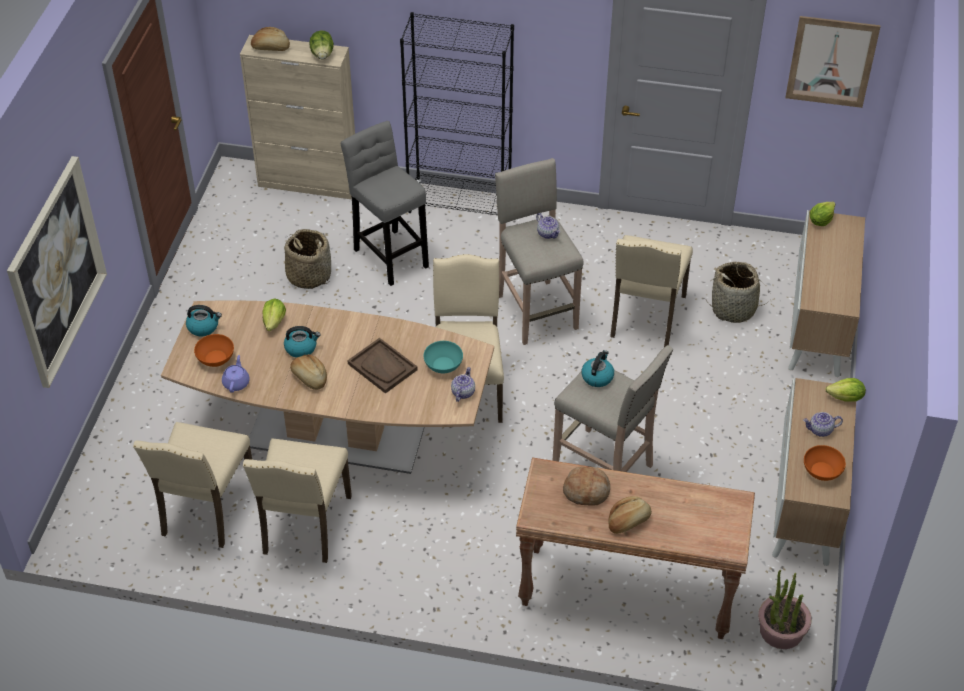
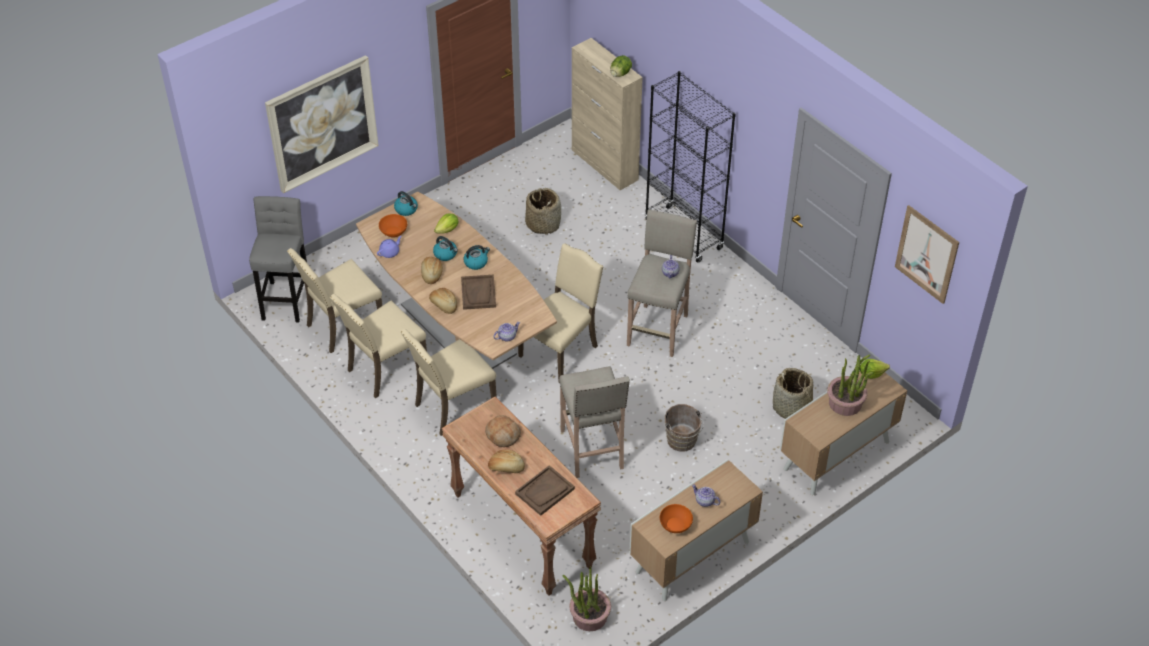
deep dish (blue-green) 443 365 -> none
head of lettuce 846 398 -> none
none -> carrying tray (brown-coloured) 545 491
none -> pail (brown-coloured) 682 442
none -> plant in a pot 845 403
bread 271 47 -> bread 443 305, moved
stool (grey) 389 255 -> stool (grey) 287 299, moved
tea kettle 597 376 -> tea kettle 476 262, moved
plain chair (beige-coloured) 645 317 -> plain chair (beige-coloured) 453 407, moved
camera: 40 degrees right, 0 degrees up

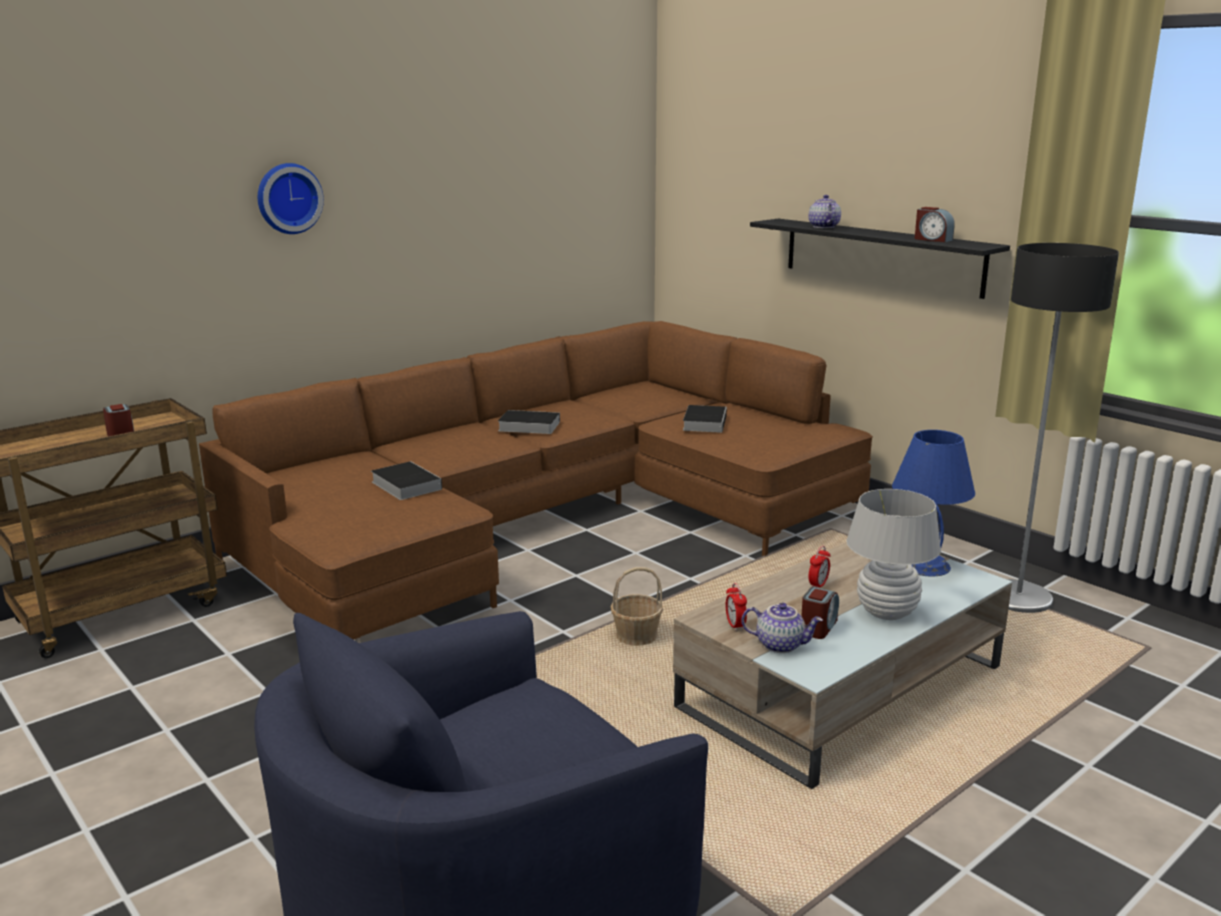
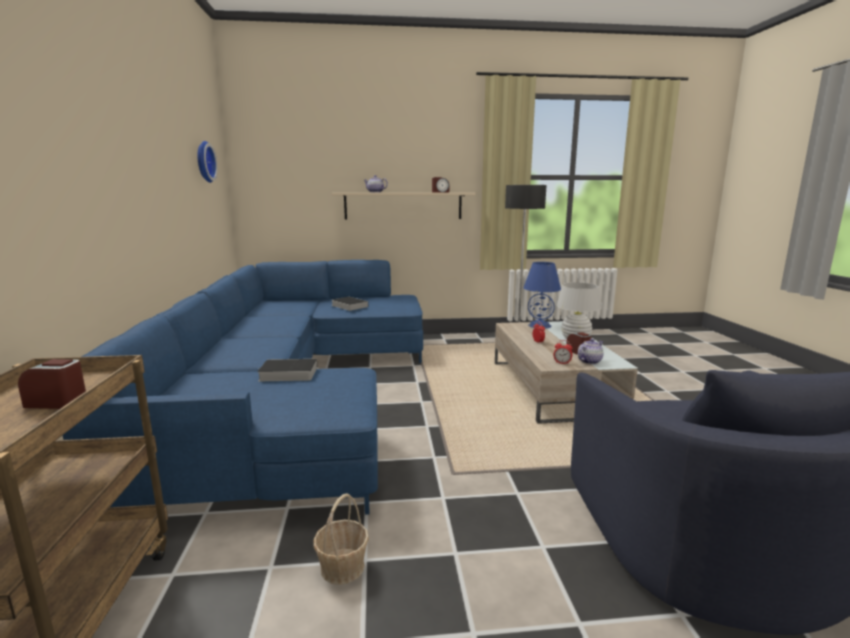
bound book 527 426 -> none
hanging clock 288 198 -> hanging clock 203 162, moved
storage basket 636 636 -> storage basket 342 567, moved
settee (brown-coloured) 548 522 -> settee (bluish) 293 391
shelf (black) 881 256 -> shelf (beige-coloured) 403 206
camera: 55 degrees left, 5 degrees down

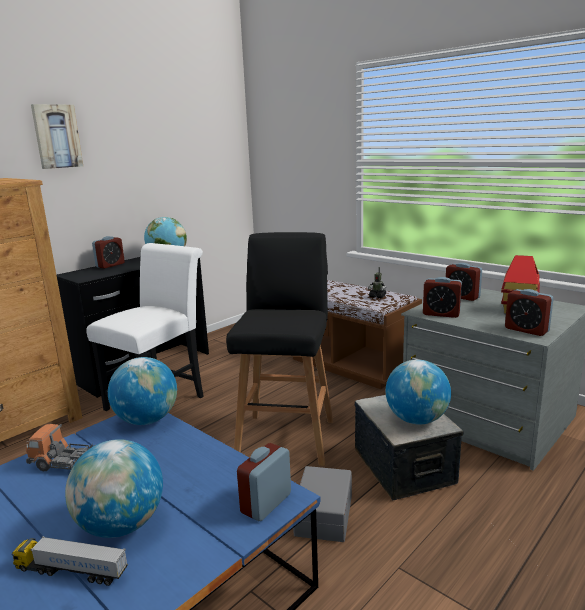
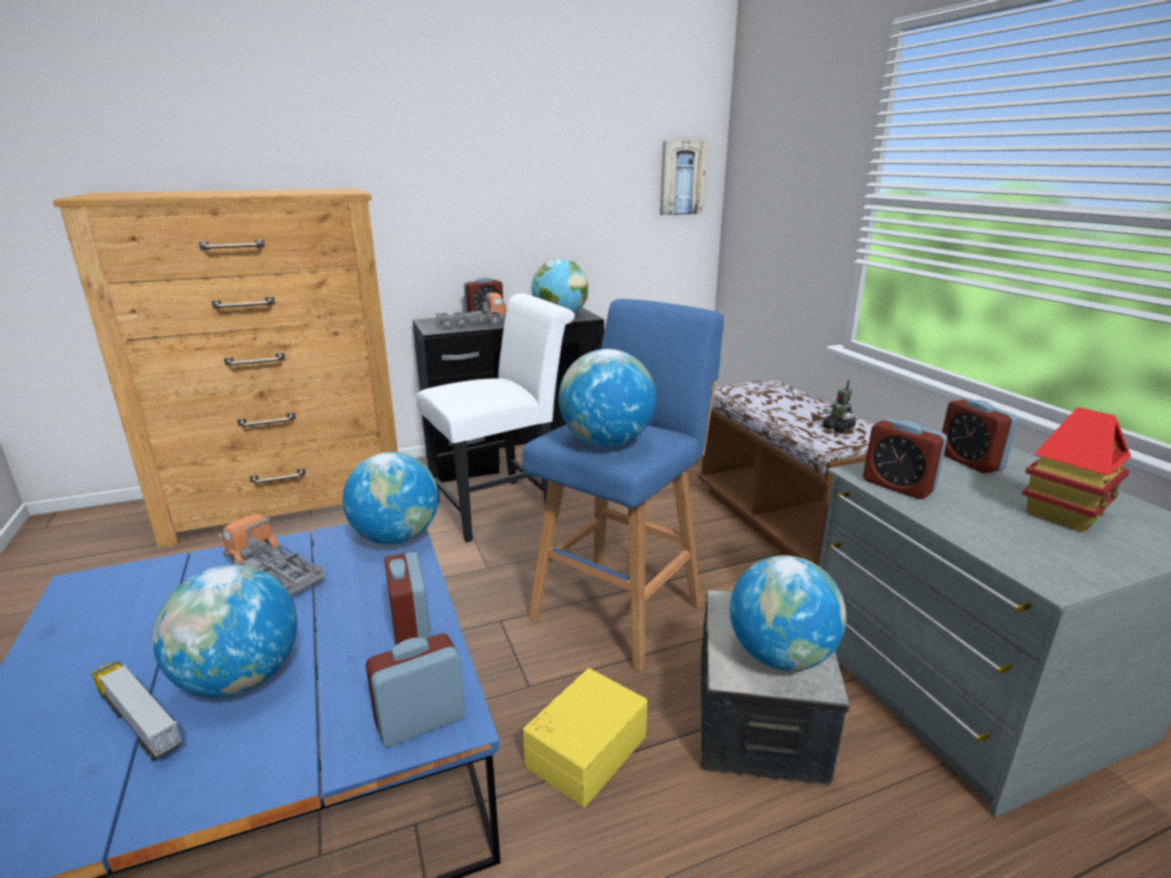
none -> model truck 472 324
none -> globe 606 443
wall art 56 136 -> wall art 681 178, moved
bedside clock 526 330 -> bedside clock 410 628, moved
stool (black) 287 436 -> stool (bluish) 619 608
storage bin (grey) 322 514 -> storage bin (yellow-coloured) 584 749
camera: 25 degrees right, 5 degrees up

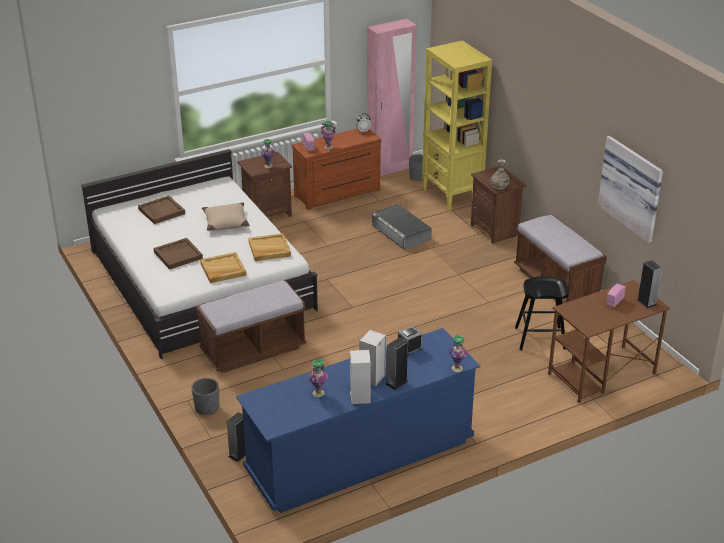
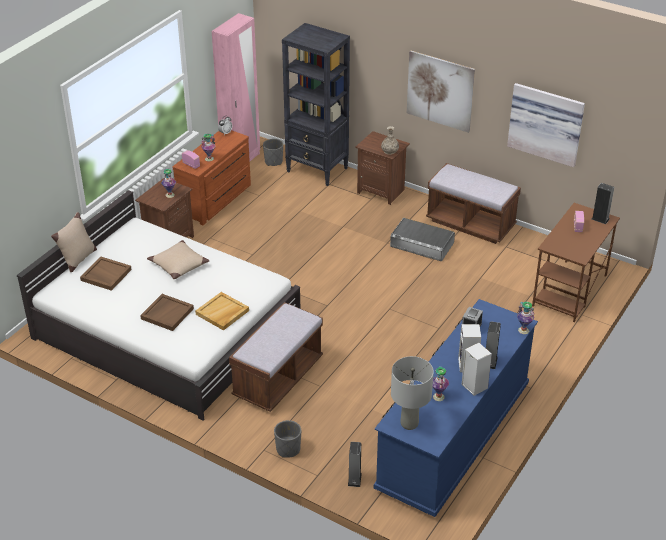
carrying tray (beige-coloured) 269 249 -> none
stool (black) 539 338 -> none
none -> throw pillow (beige-coloured) 78 259
none -> tabletop lamp (grey) 409 423
none -> wall art 440 91
storage bin (grey) 401 232 -> storage bin (grey) 422 244, moved
bookcase (yellow-coloured) 452 195 -> bookcase (black) 317 170
camera: 30 degrees left, 5 degrees up

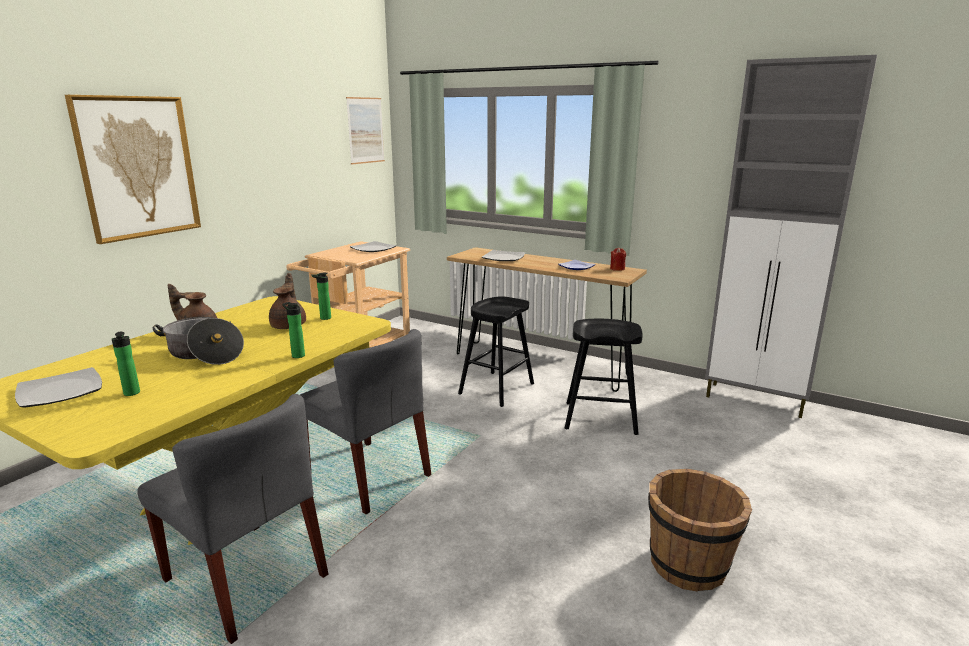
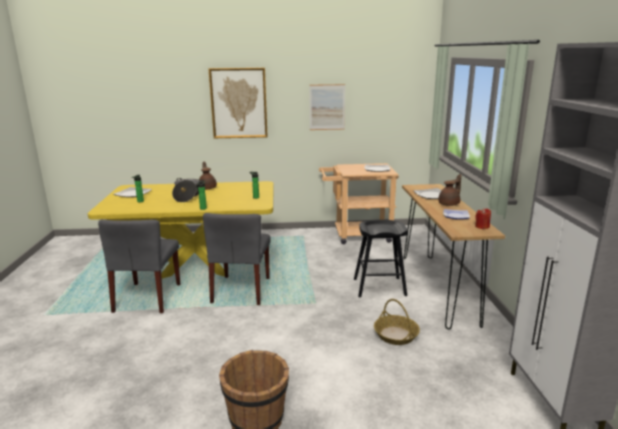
tea pot (brown-coloured) 289 325 -> tea pot (brown-coloured) 449 204, moved
wall art 365 130 -> wall art 327 107, moved
stool (black) 600 418 -> storage basket 396 335
camera: 55 degrees right, 0 degrees up

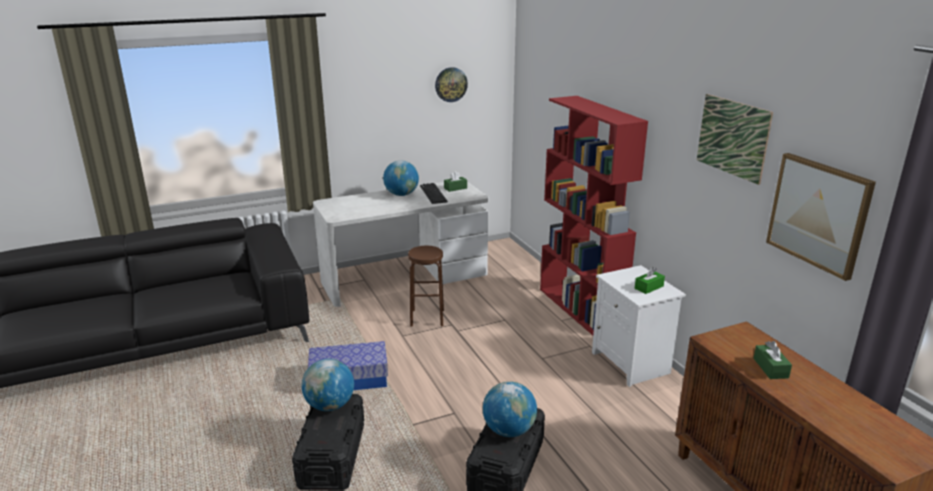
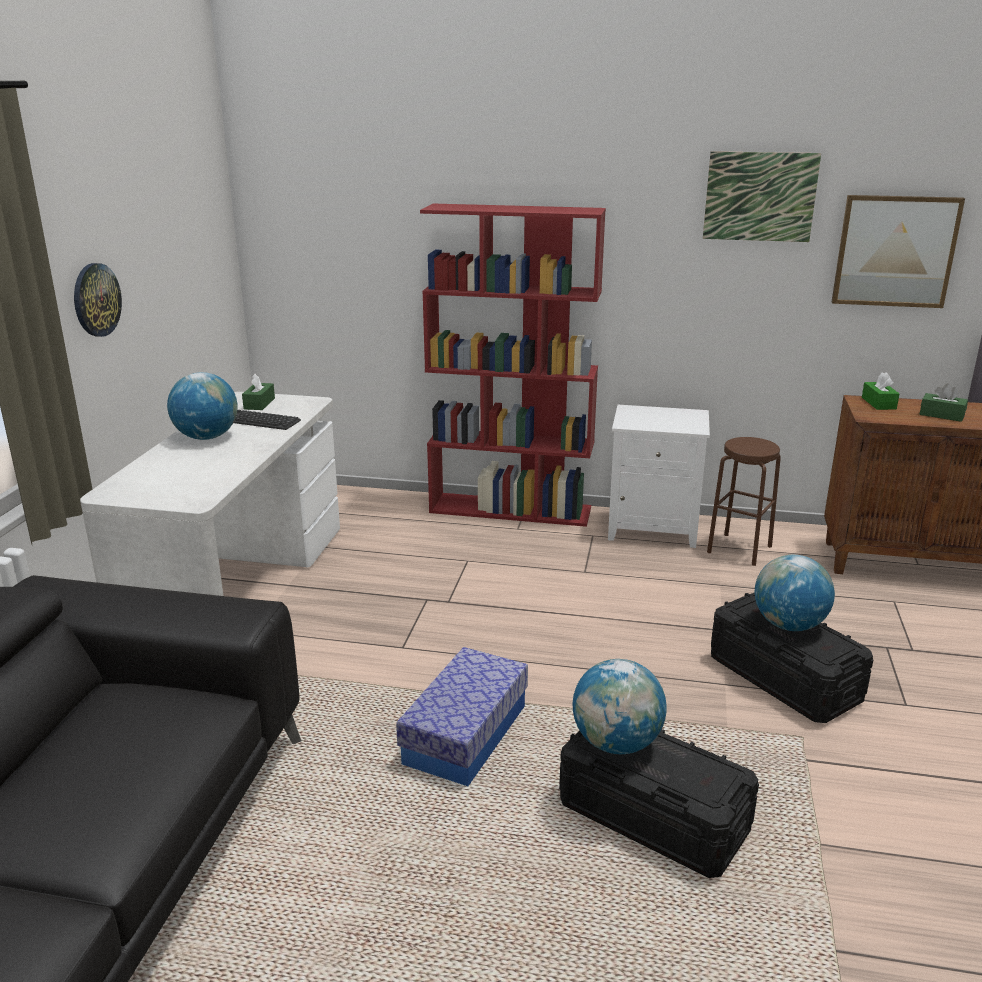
stool (brown-coloured) 427 318 -> stool (brown-coloured) 739 549, moved
hanging clock 451 84 -> hanging clock 96 300, moved
tissue holder (green-coloured) 649 287 -> tissue holder (green-coloured) 878 403, moved
camera: 55 degrees left, 0 degrees up

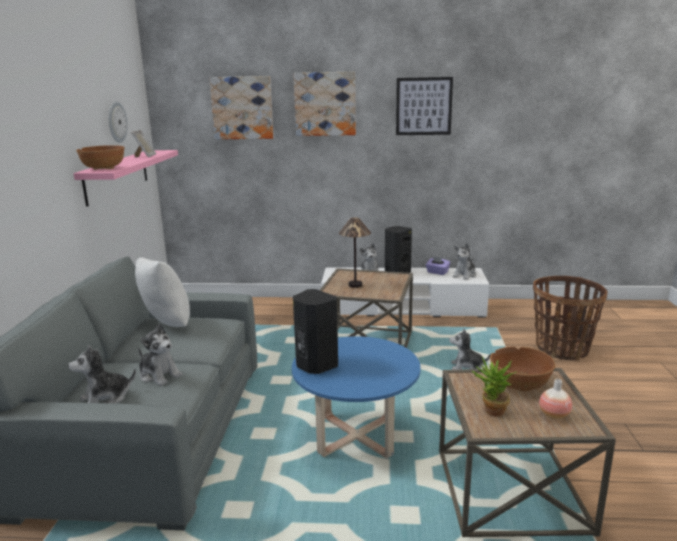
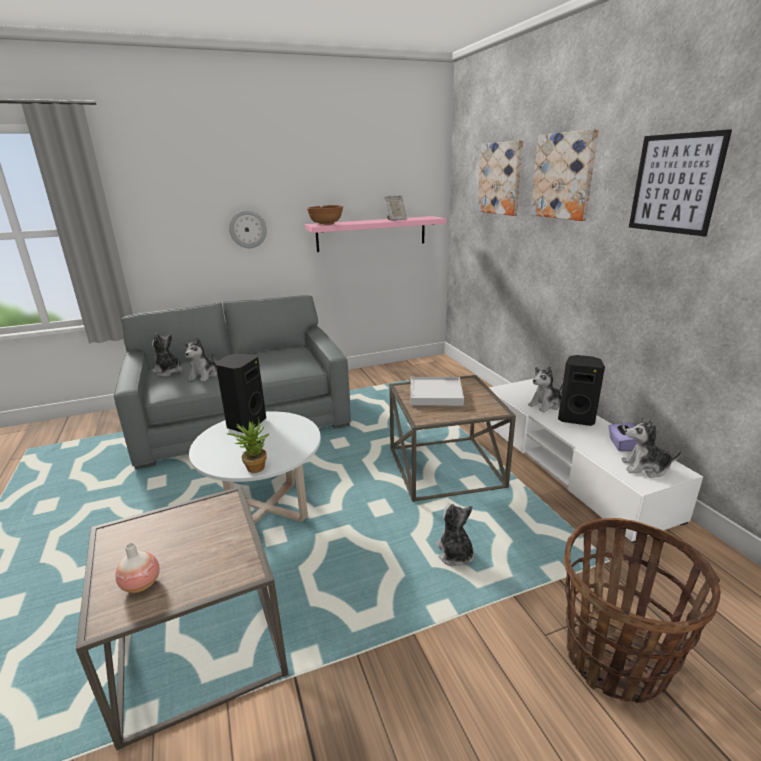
throw pillow (white-coloured) 165 325 -> none
deep dish (brown-coloured) 519 384 -> none
hanging clock 116 122 -> hanging clock 248 229, moved
plant in a pot 491 412 -> plant in a pot 253 466, moved
tabletop lamp 355 285 -> carrying tray (white-coloured) 436 394
coffee table (bluish) 356 436 -> coffee table (white-coloured) 266 509
camera: 65 degrees right, 5 degrees up

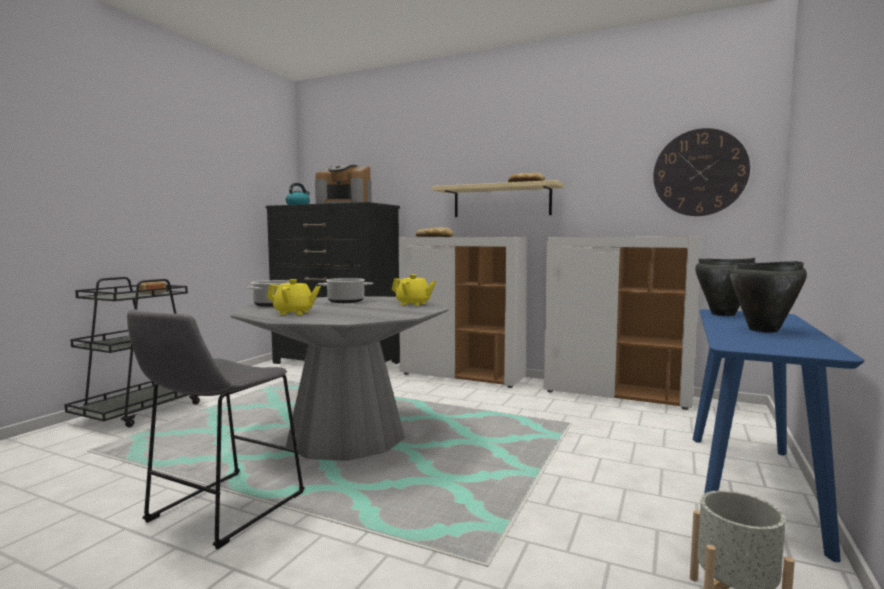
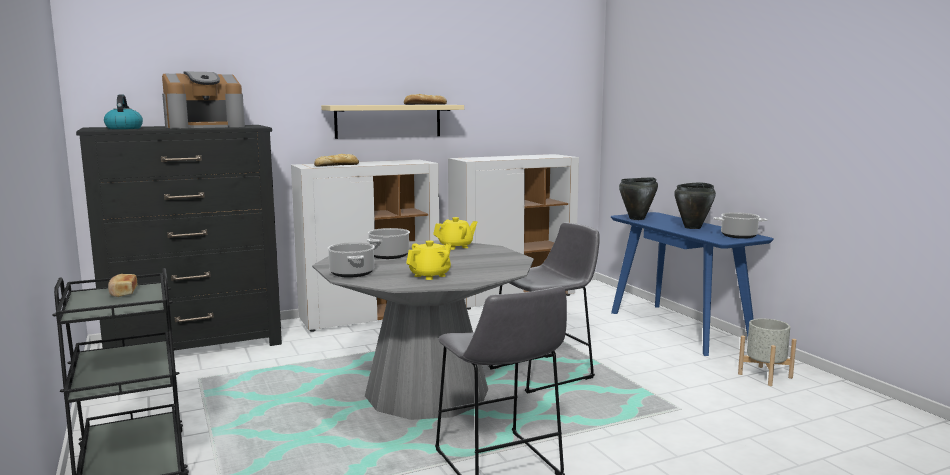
hanging clock 699 172 -> none
none -> stool (grey) 546 373
none -> saucepot 739 236
camera: 50 degrees left, 5 degrees up

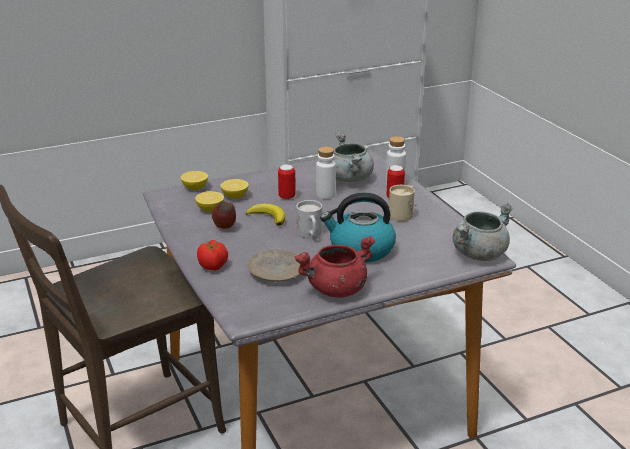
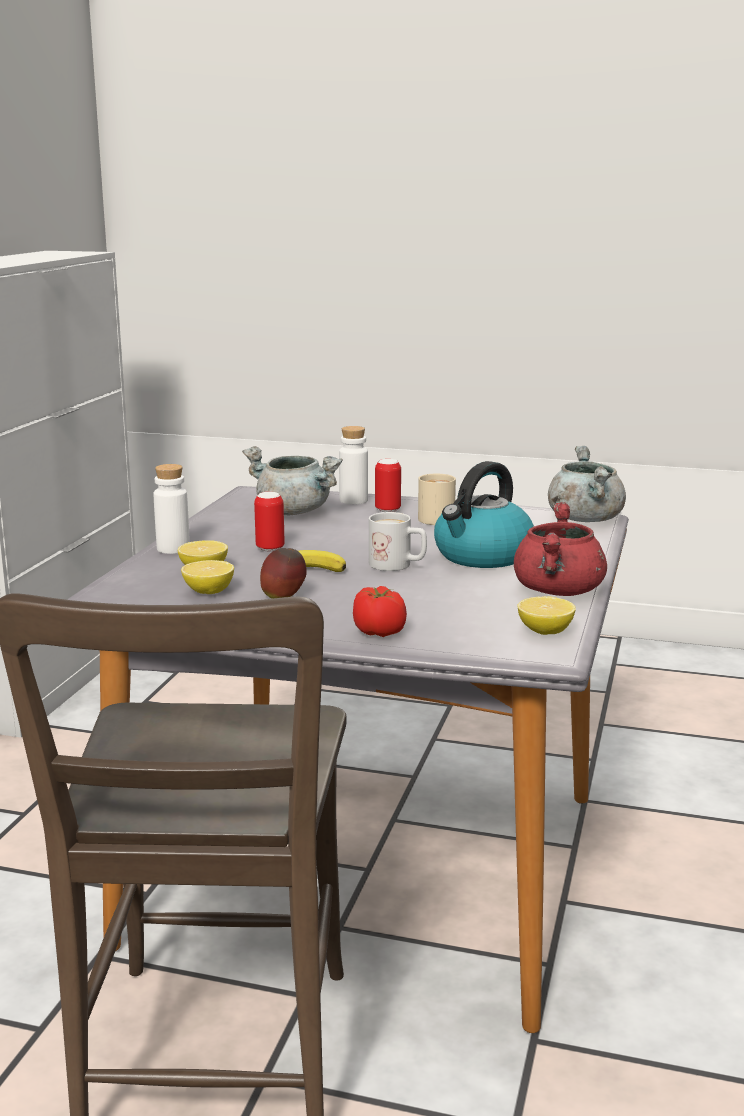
flat dish (beige-coloured) 276 272 -> none
citrus fruit 195 188 -> citrus fruit 545 631, moved
bottle (white-coloured) 325 195 -> bottle (white-coloured) 173 549, moved
camera: 50 degrees left, 10 degrees down

